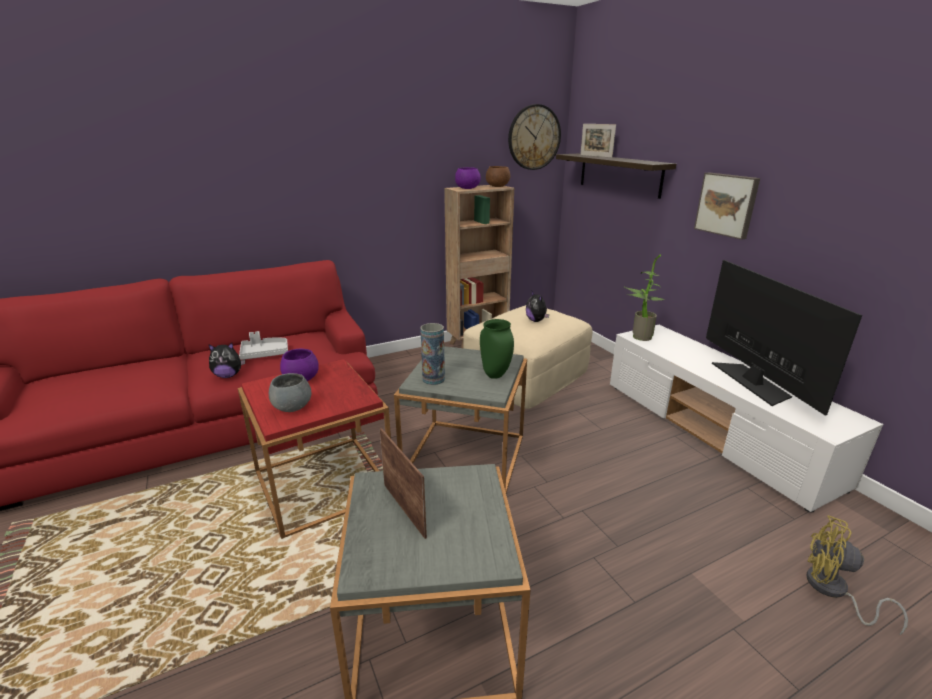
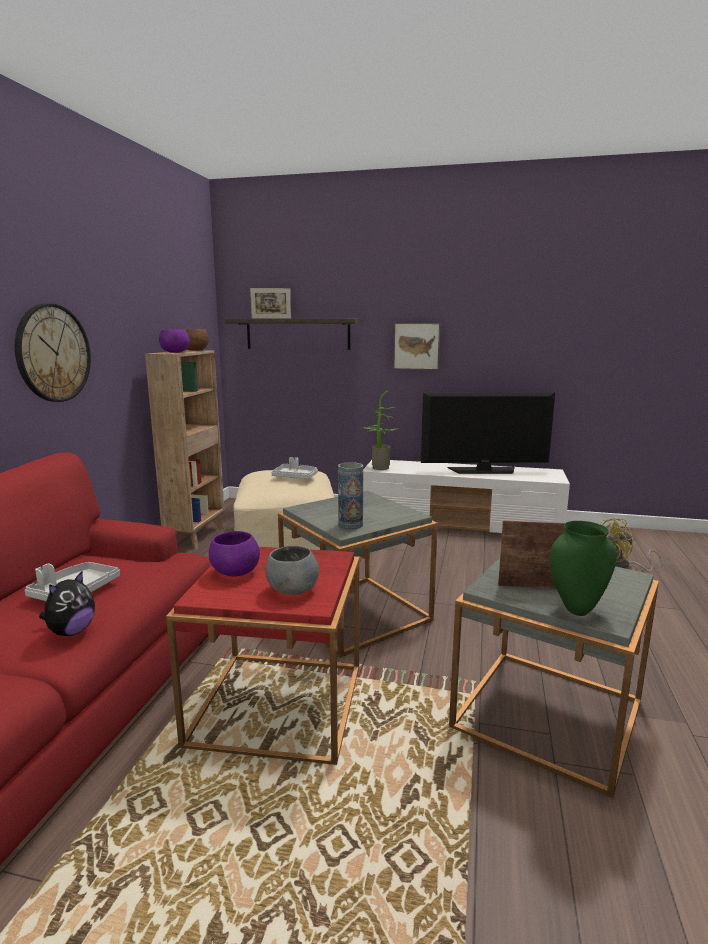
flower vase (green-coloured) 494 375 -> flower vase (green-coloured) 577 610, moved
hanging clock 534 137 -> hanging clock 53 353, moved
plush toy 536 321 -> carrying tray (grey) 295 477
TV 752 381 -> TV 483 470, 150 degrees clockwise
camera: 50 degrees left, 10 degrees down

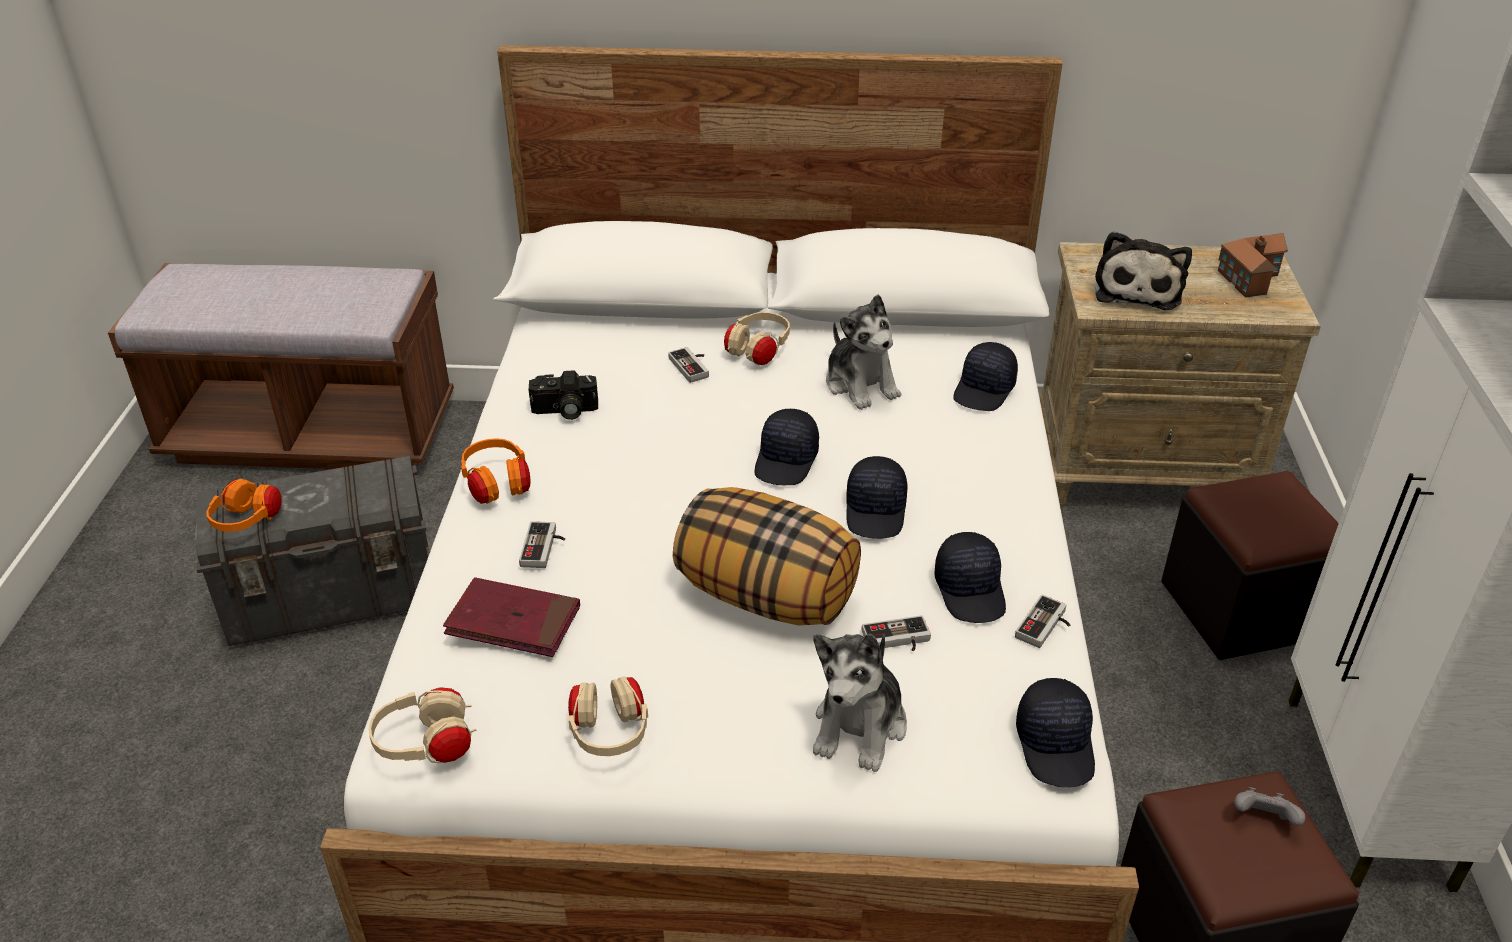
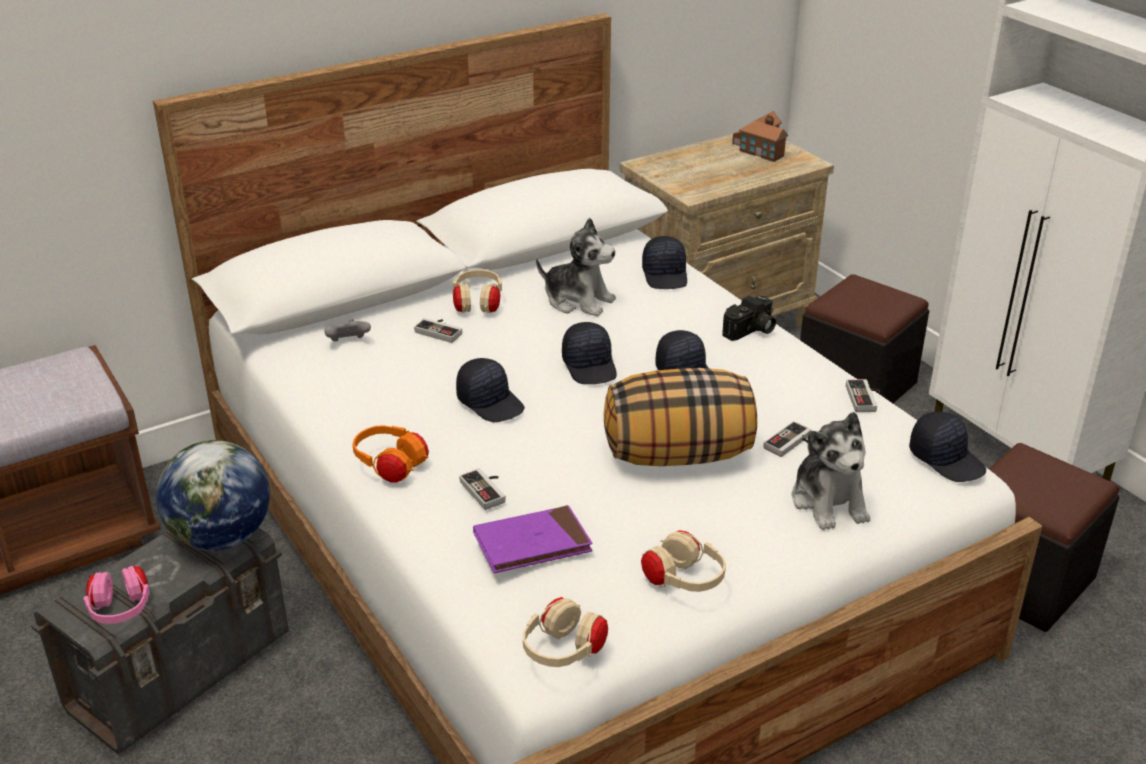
plush toy 1137 289 -> none
none -> globe 221 538
still camera 564 411 -> still camera 751 331, moved
cap (black) 971 591 -> cap (black) 491 402, moved
gamepad (grey) 1263 819 -> gamepad (grey) 348 342, moved
pair of headphones (orange-coloured) 248 522 -> pair of headphones (pink-coloured) 121 611
bound book (reddish) 513 622 -> bound book (purple) 532 544
camera: 35 degrees left, 5 degrees down

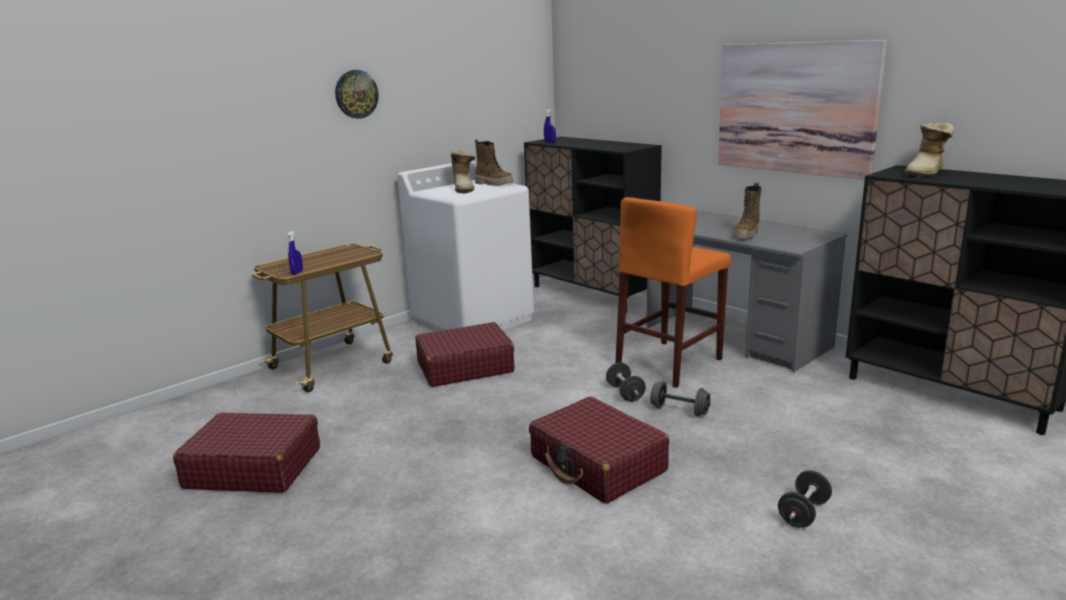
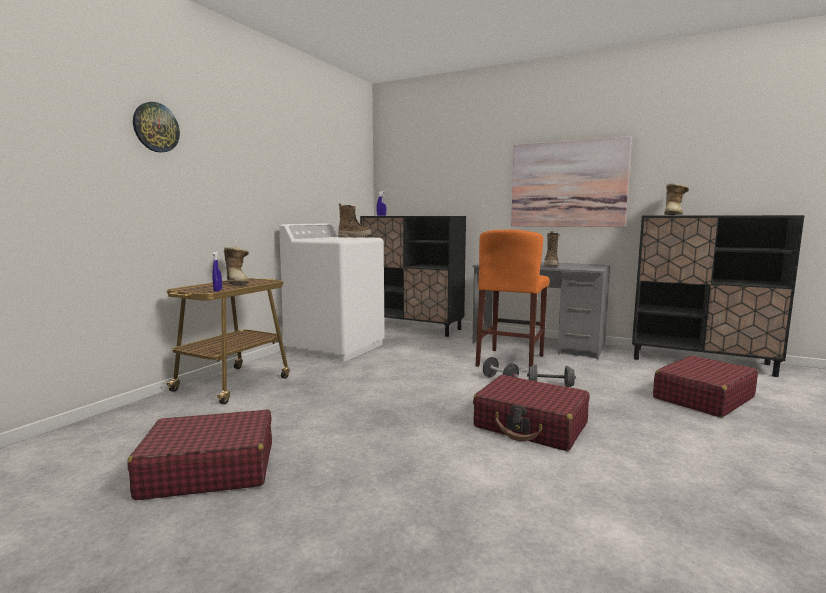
free weight (black) 803 513 -> none
hanging clock 356 94 -> hanging clock 156 127, moved
piece of luggage (reddish) 464 367 -> piece of luggage (reddish) 703 398, moved
boot 464 189 -> boot 238 282, moved
camera: 20 degrees left, 10 degrees down

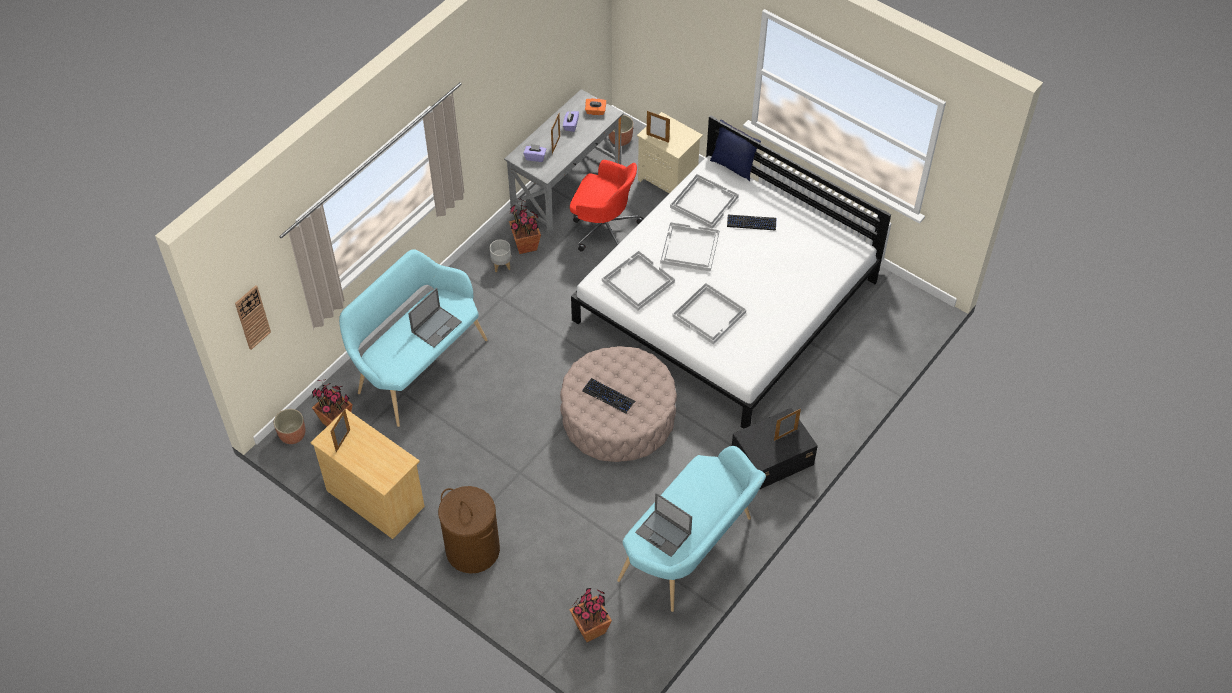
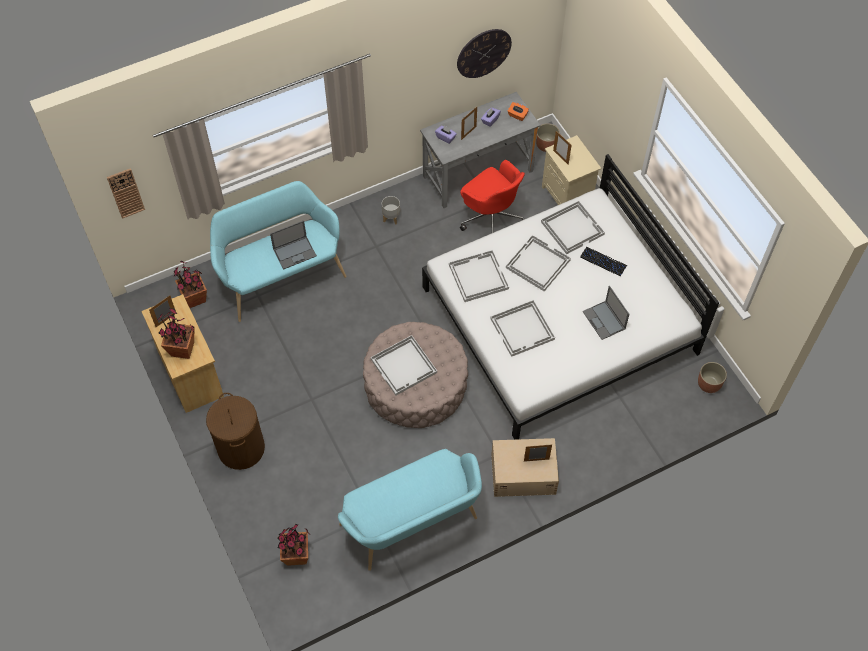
throw pillow (bluish) 733 166 -> none
none -> hanging clock 483 53
flower pot 292 434 -> flower pot 708 384, moved
plant in a pot 526 245 -> plant in a pot 182 350, moved
laptop 663 533 -> laptop 604 320, moved
computer keyboard 608 396 -> carrying tray (white-coloured) 404 366
storage bin (black) 771 458 -> storage bin (beige-coloured) 522 473
camera: 25 degrees right, 5 degrees up

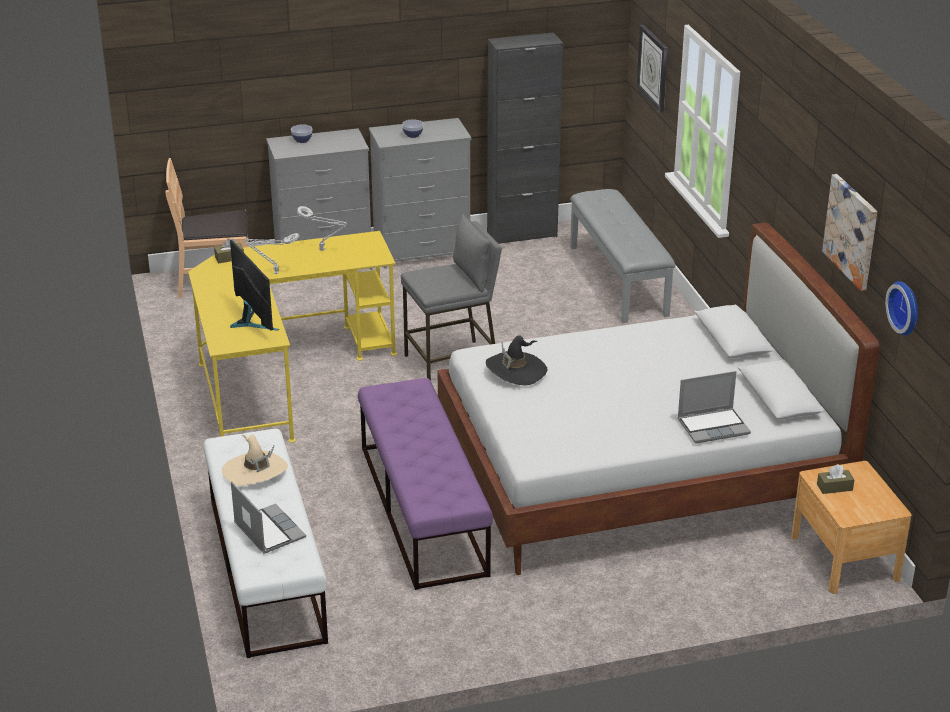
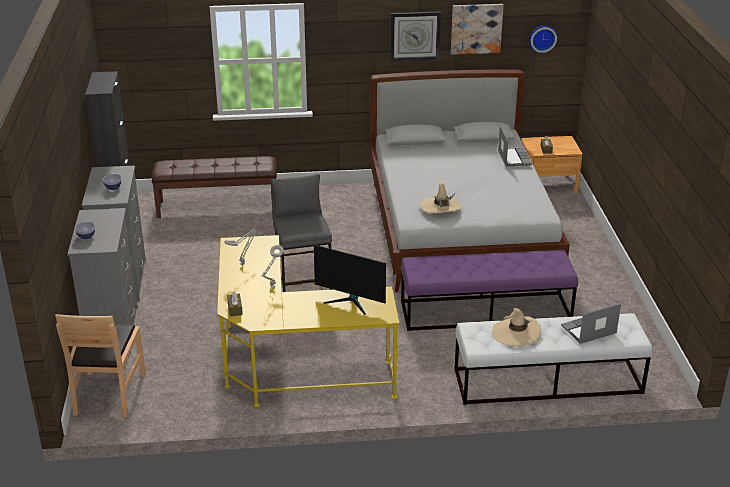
hanging clock 653 68 -> hanging clock 415 36, moved
clothing hat (black) 516 370 -> clothing hat (beige-coloured) 440 207
indoor bench (grey) 619 280 -> indoor bench (brown-coloured) 218 206
monitor 251 321 -> monitor 350 301, 135 degrees counterclockwise
camera: 80 degrees left, 0 degrees up

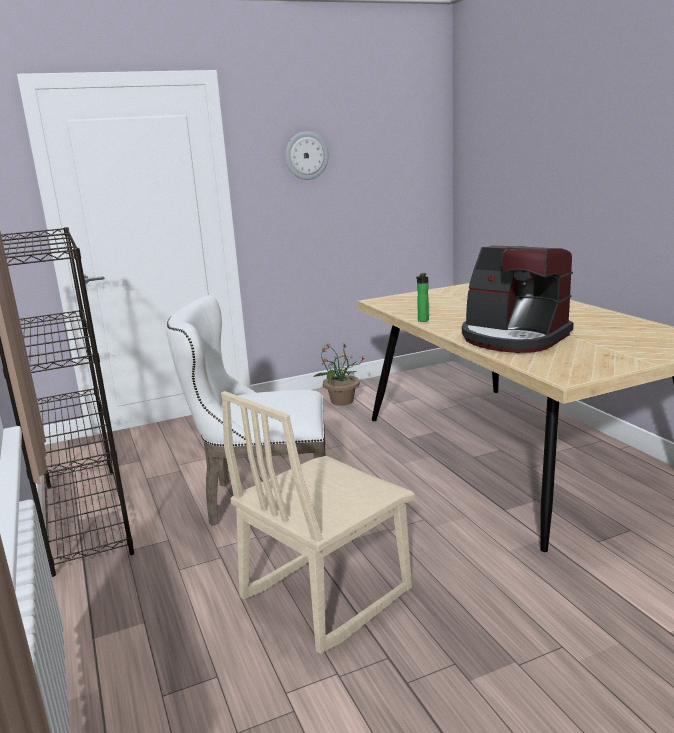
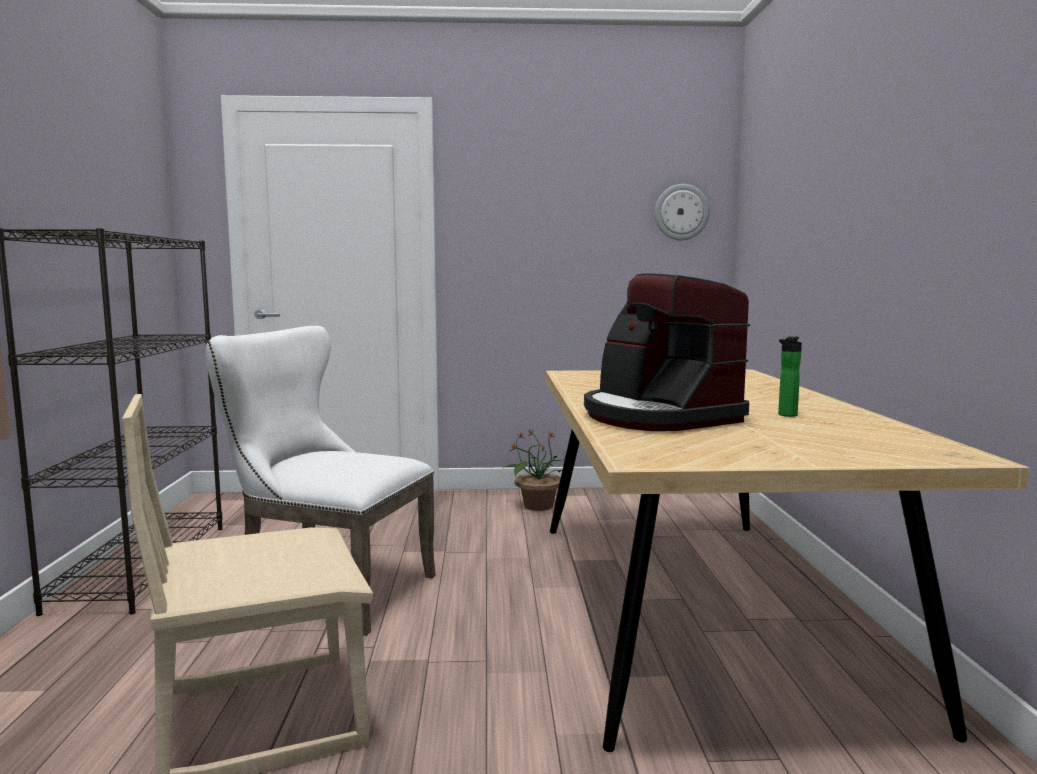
hanging clock 306 155 -> hanging clock 681 212, moved
bottle 422 321 -> bottle 786 415, moved
camera: 20 degrees right, 10 degrees down

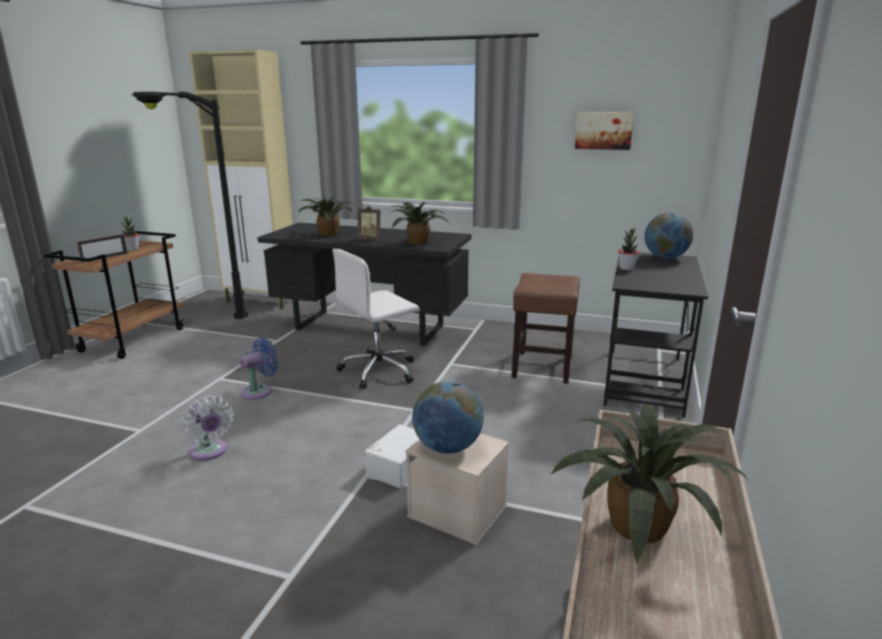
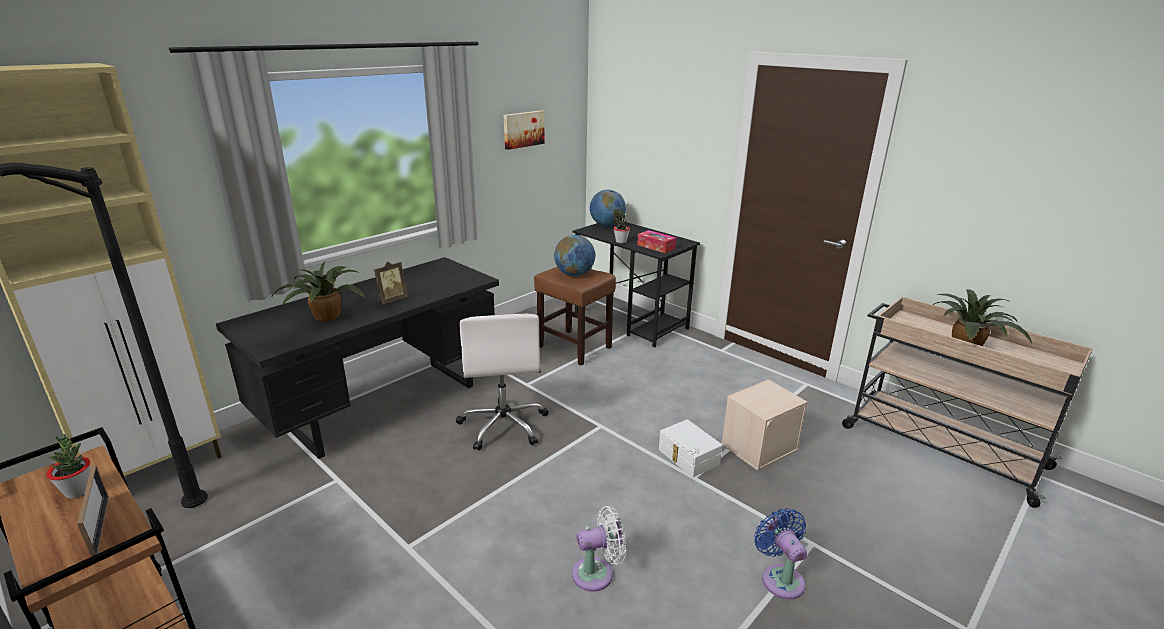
plant in a pot 418 242 -> none
none -> tissue holder 656 247
fan (bluish) 260 391 -> fan (bluish) 780 578, moved
globe 447 447 -> globe 574 274, moved
camera: 65 degrees left, 5 degrees up

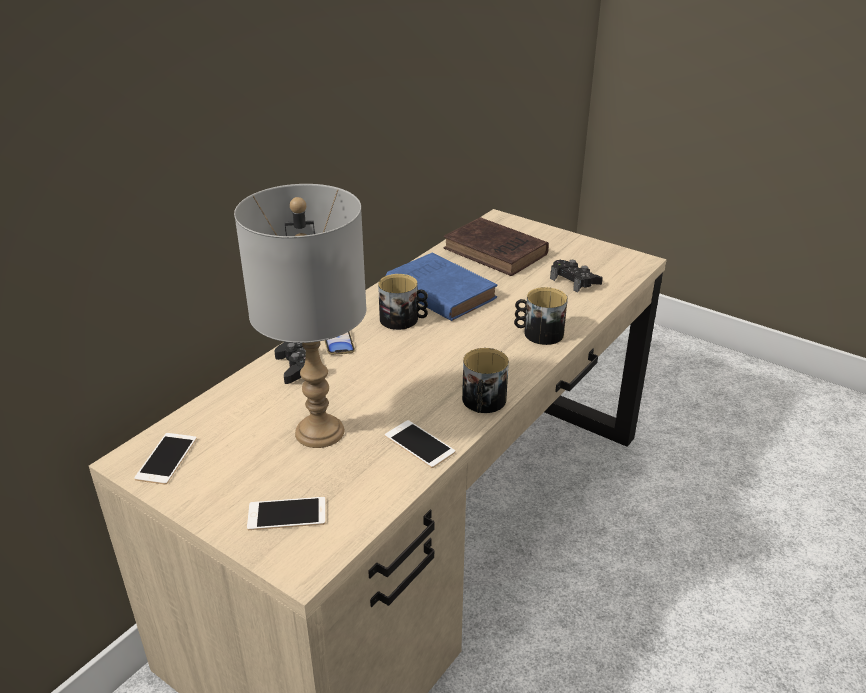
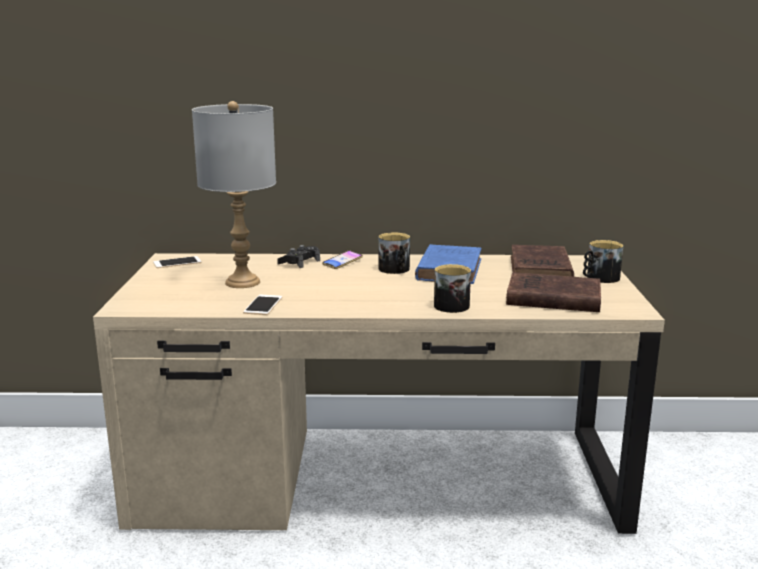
handset 287 514 -> none
coffee mug 483 403 -> coffee mug 599 278, moved
gamepad (black) 574 281 -> bound book (brown-coloured) 550 299
camera: 55 degrees right, 15 degrees down

